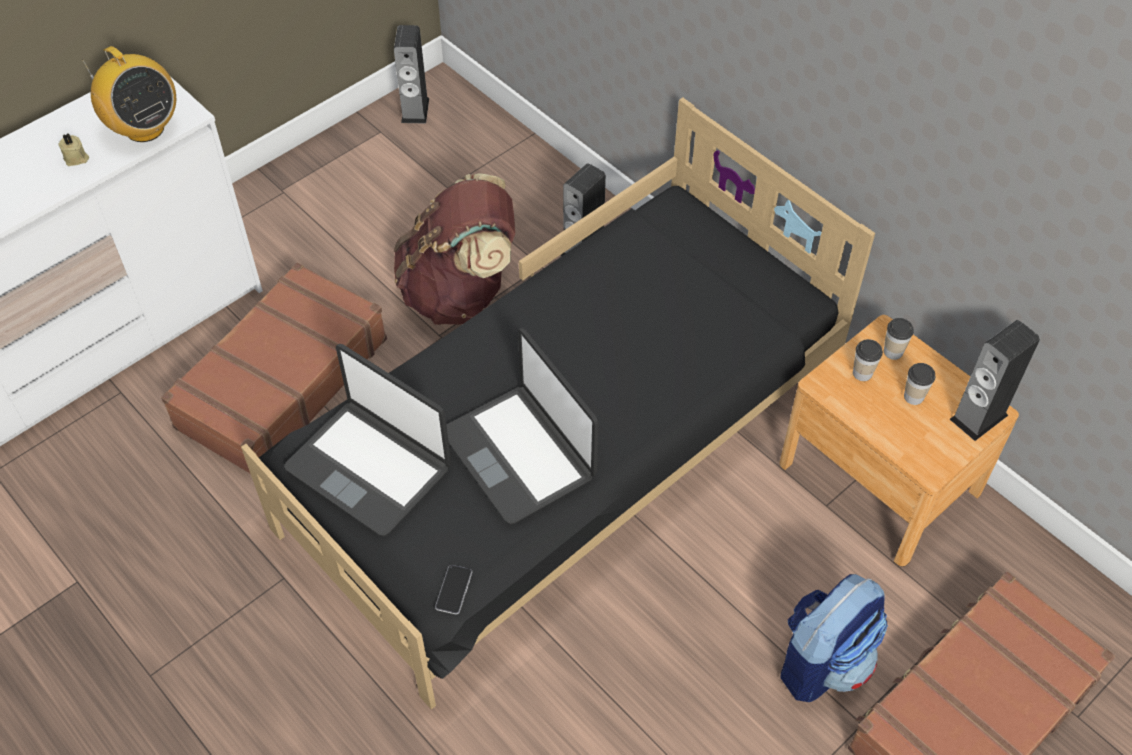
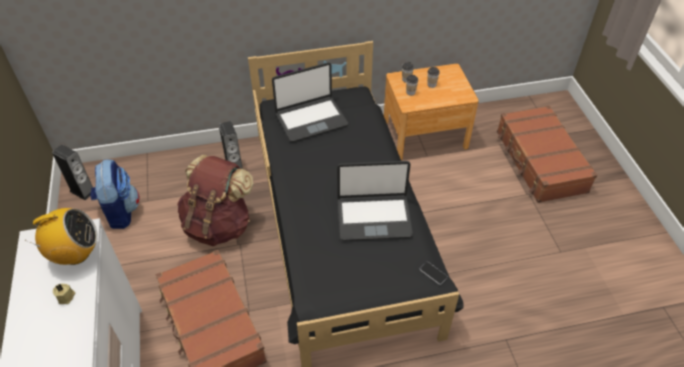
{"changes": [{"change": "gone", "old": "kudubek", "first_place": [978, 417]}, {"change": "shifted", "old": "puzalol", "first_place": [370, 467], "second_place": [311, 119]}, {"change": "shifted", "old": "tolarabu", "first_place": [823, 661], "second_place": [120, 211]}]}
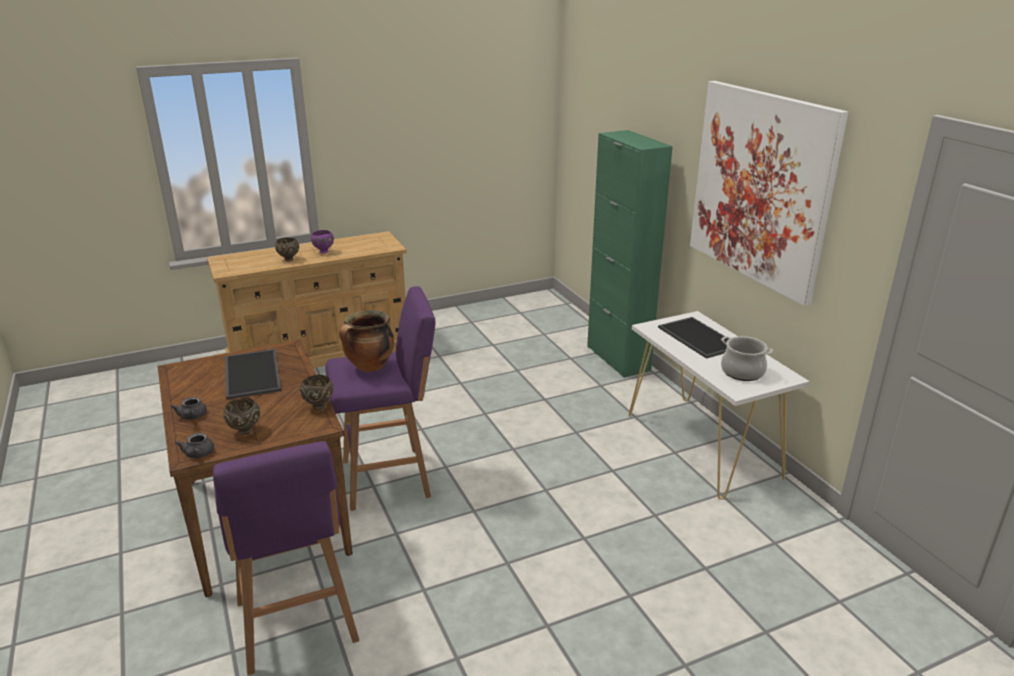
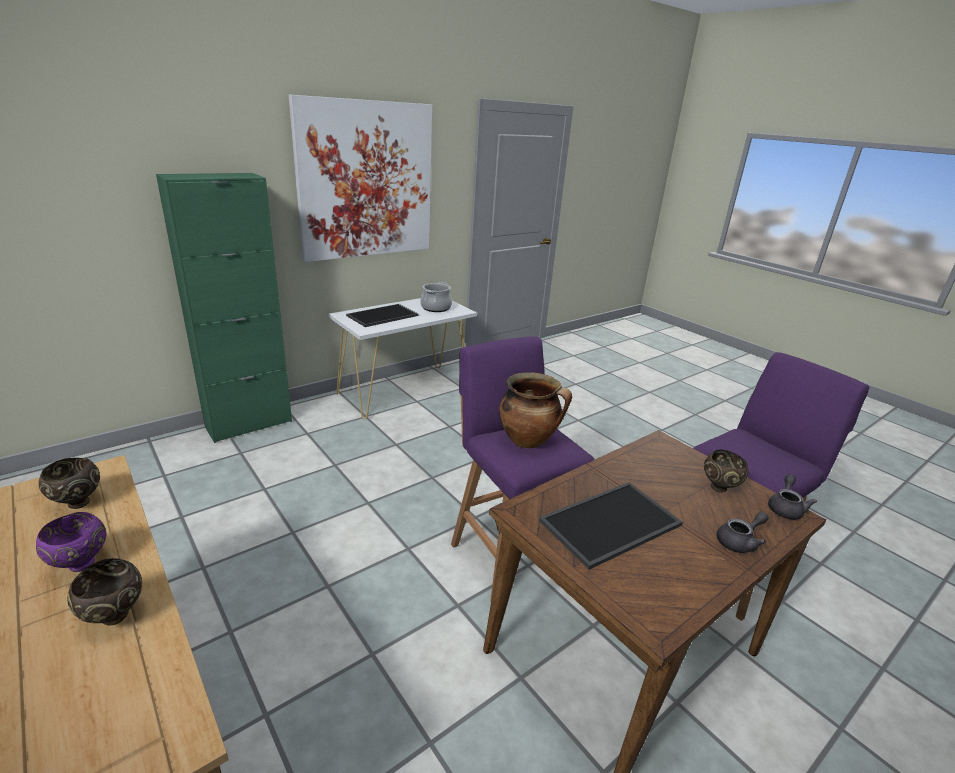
{"changes": [{"change": "shifted", "old": "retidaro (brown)", "first_place": [319, 406], "second_place": [77, 503]}, {"change": "rotated", "old": "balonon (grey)", "first_place": [197, 455], "second_place": [785, 508], "degrees": -45}]}
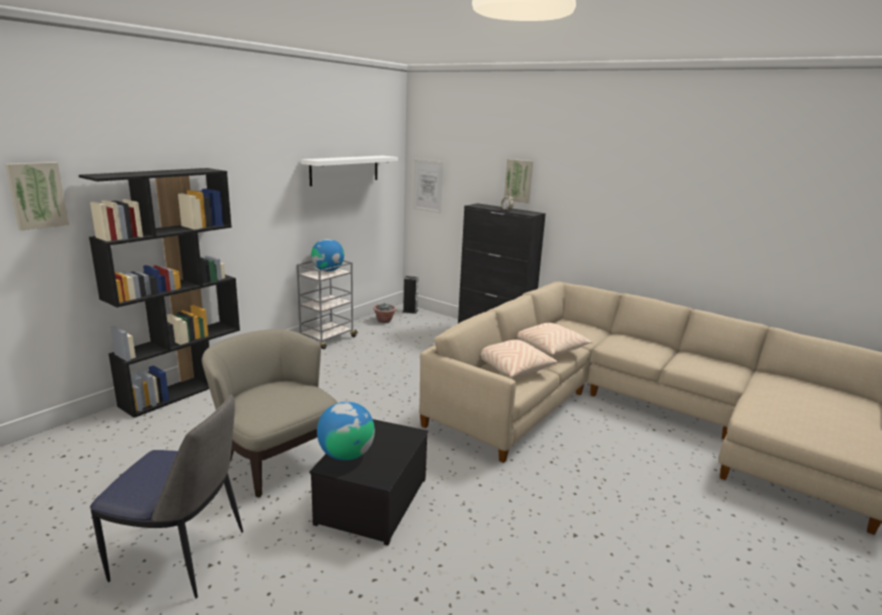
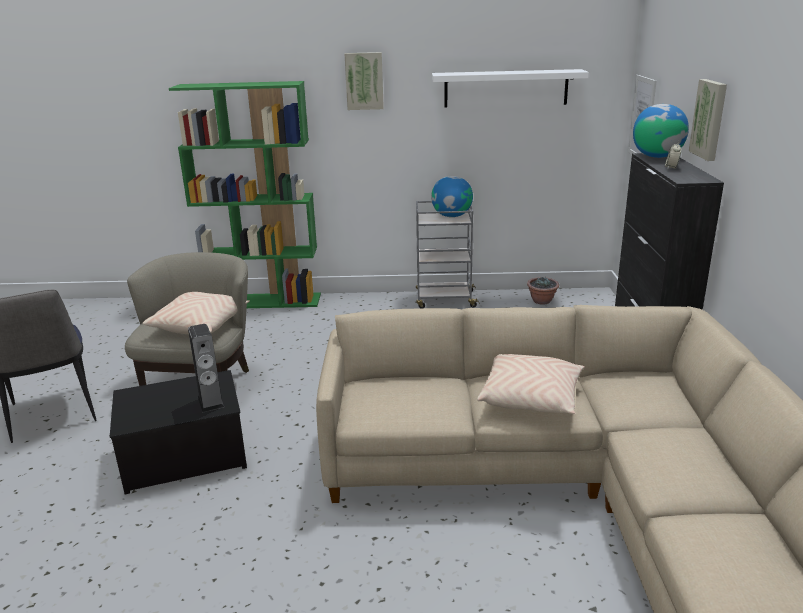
{"changes": [{"change": "shifted", "old": "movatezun", "first_place": [37, 195], "second_place": [364, 81]}, {"change": "shifted", "old": "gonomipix", "first_place": [346, 454], "second_place": [657, 157]}, {"change": "shifted", "old": "kudubek", "first_place": [410, 311], "second_place": [210, 402]}, {"change": "shifted", "old": "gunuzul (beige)", "first_place": [512, 368], "second_place": [200, 325]}, {"change": "repainted", "old": "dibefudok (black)", "new": "dibefudok (green)", "first_place": [184, 389], "second_place": [263, 301]}]}
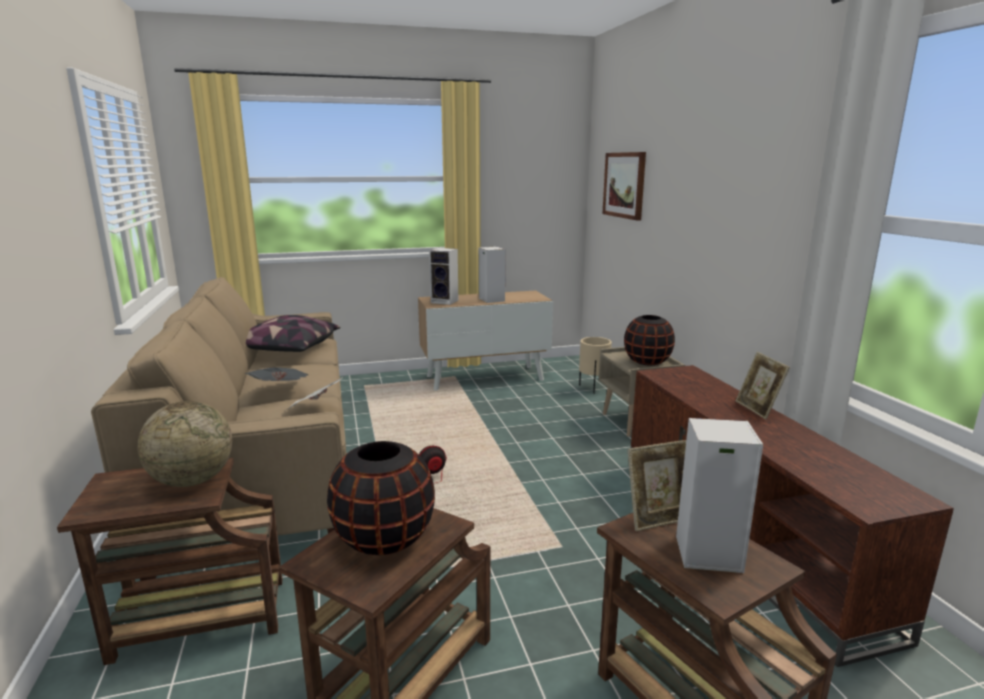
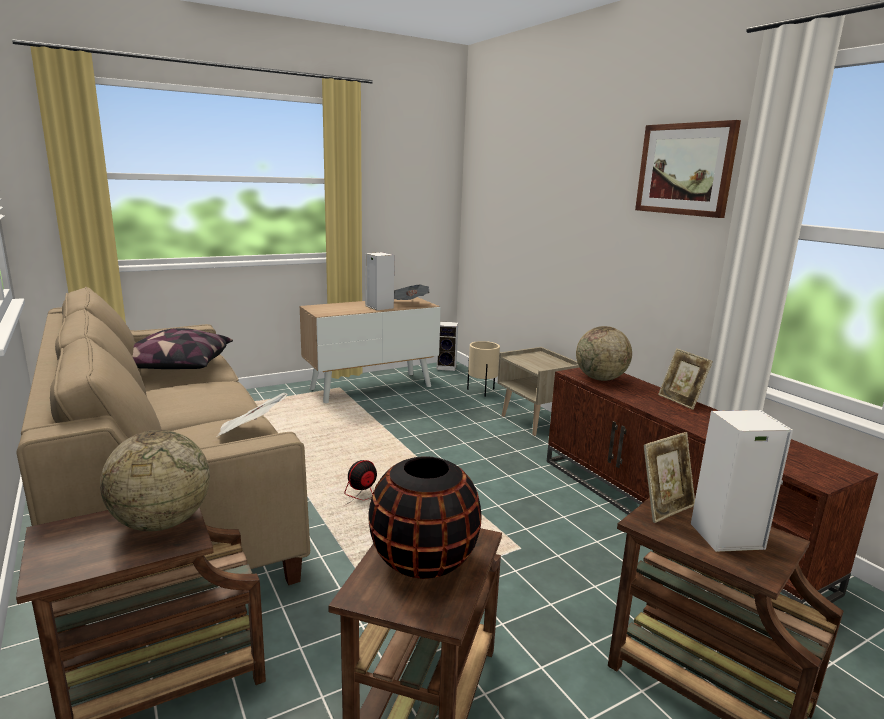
{"changes": [{"change": "gone", "old": "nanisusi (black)", "first_place": [647, 362]}, {"change": "new", "new": "gonomipix", "second_place": [600, 379]}, {"change": "shifted", "old": "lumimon", "first_place": [280, 390], "second_place": [410, 304]}, {"change": "shifted", "old": "kudubek", "first_place": [445, 301], "second_place": [447, 367]}, {"change": "shifted", "old": "movatezun", "first_place": [624, 185], "second_place": [685, 169]}]}
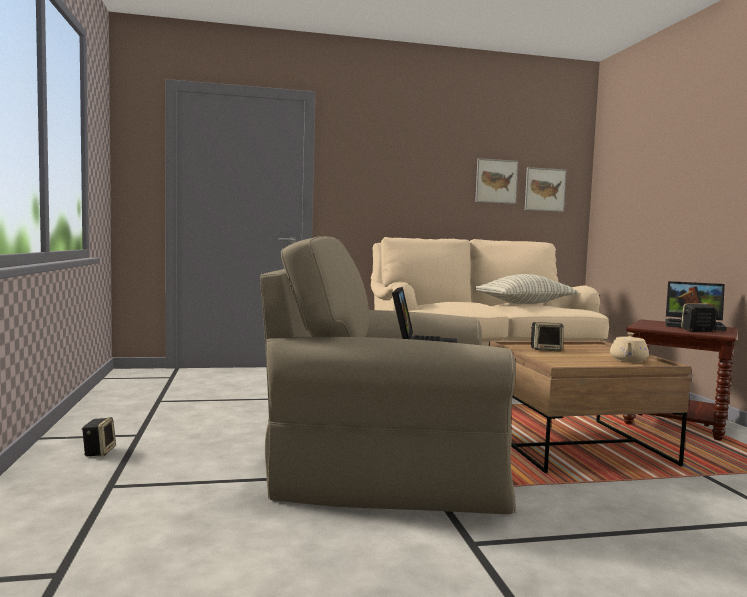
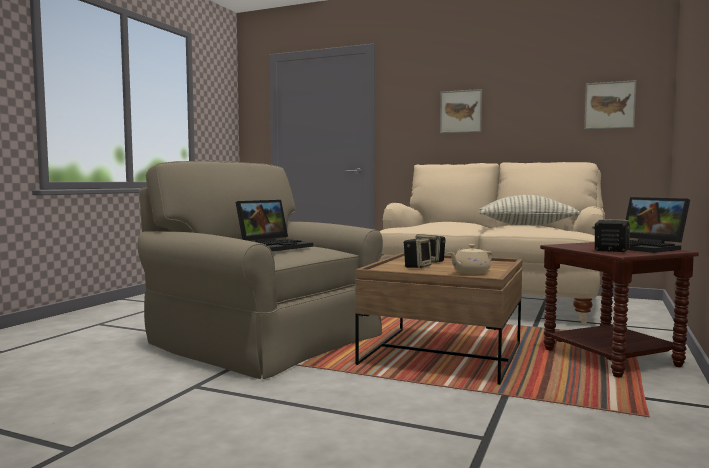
{"changes": [{"change": "shifted", "old": "kudubek", "first_place": [99, 452], "second_place": [417, 267]}, {"change": "shifted", "old": "movatezun", "first_place": [496, 181], "second_place": [461, 111]}]}
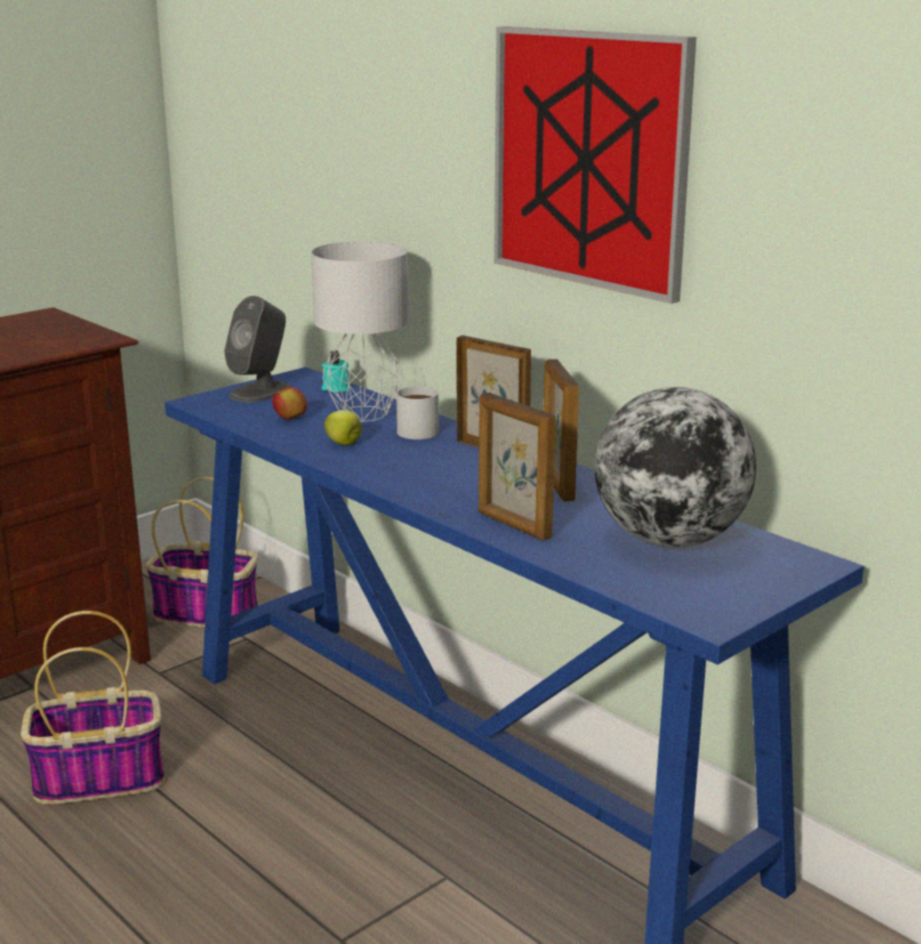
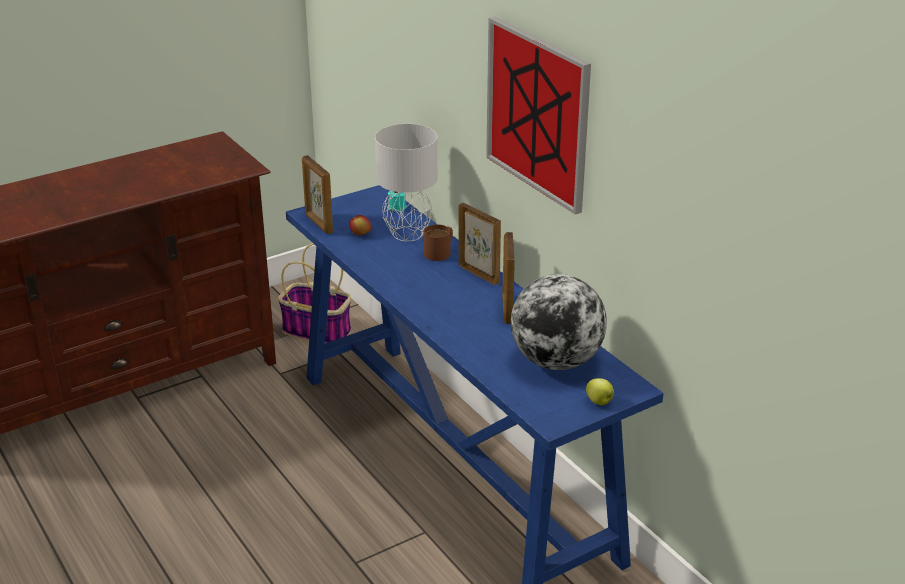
{"changes": [{"change": "gone", "old": "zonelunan", "first_place": [101, 778]}, {"change": "gone", "old": "kudubek (grey)", "first_place": [260, 392]}, {"change": "shifted", "old": "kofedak", "first_place": [344, 443], "second_place": [599, 402]}, {"change": "shifted", "old": "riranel", "first_place": [513, 525], "second_place": [318, 224]}, {"change": "repainted", "old": "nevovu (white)", "new": "nevovu (brown)", "first_place": [422, 429], "second_place": [440, 252]}]}
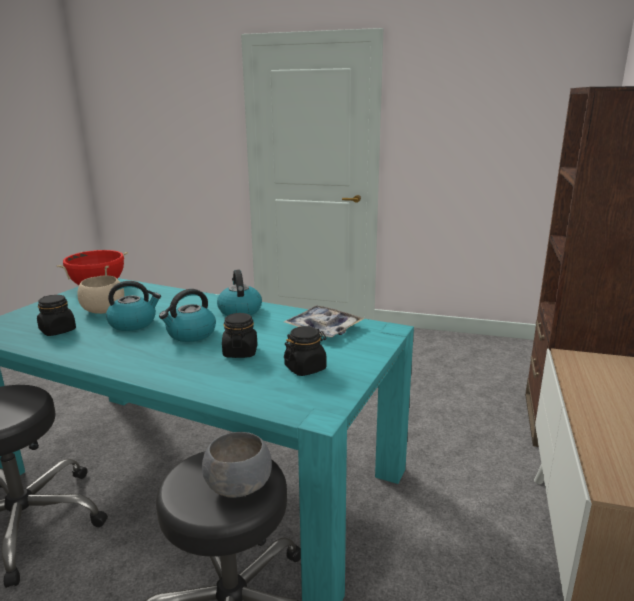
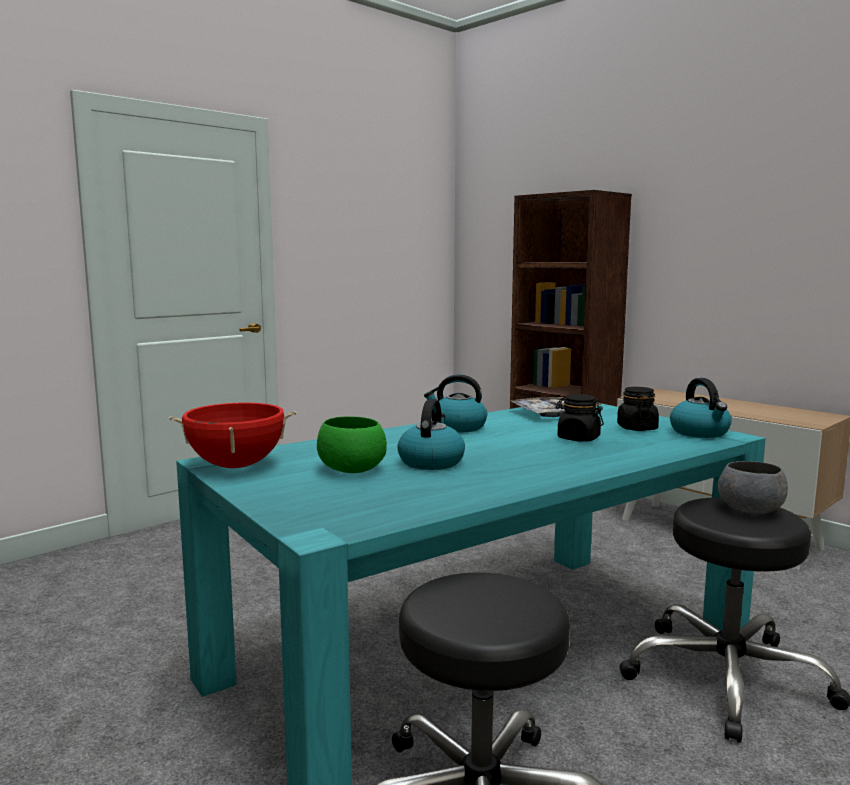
{"changes": [{"change": "gone", "old": "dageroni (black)", "first_place": [58, 330]}, {"change": "shifted", "old": "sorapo", "first_place": [191, 334], "second_place": [700, 432]}, {"change": "repainted", "old": "retidaro (beige)", "new": "retidaro (green)", "first_place": [103, 310], "second_place": [353, 470]}]}
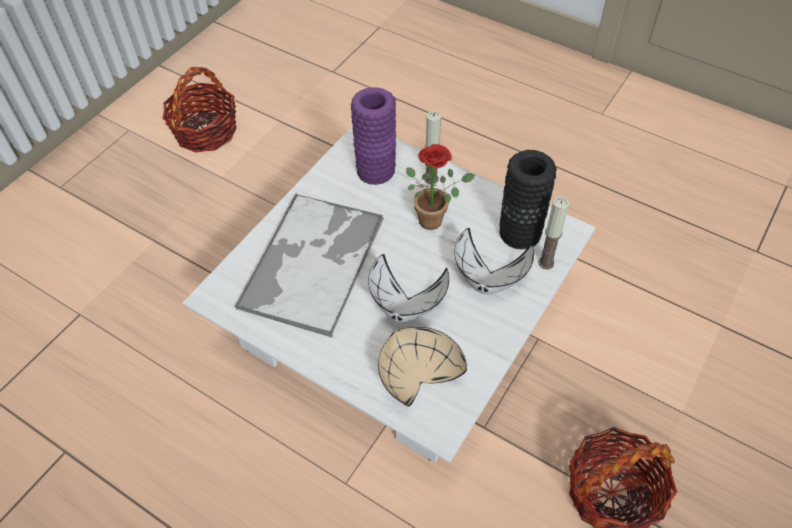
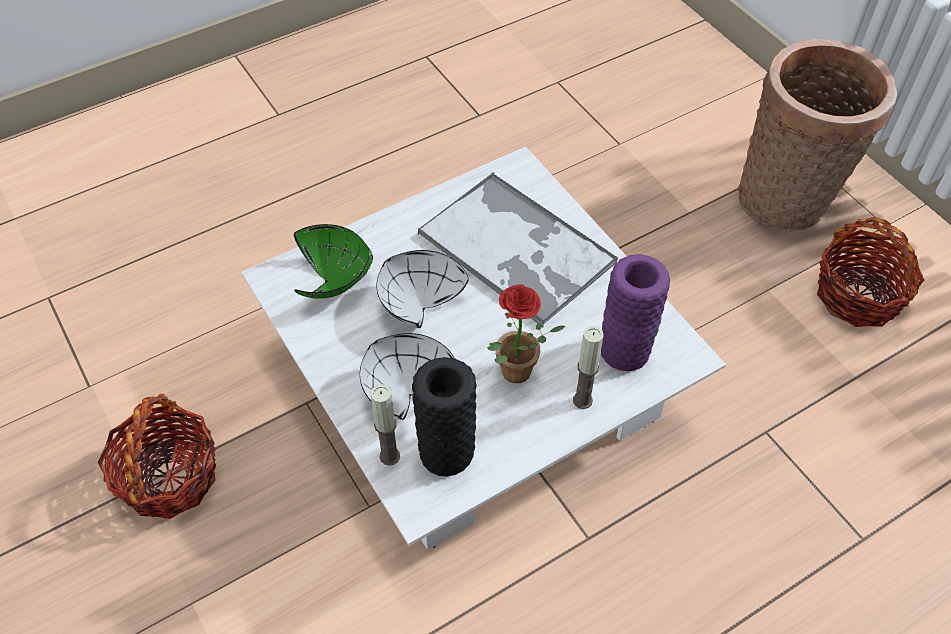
{"changes": [{"change": "new", "new": "zonelunan", "second_place": [788, 202]}, {"change": "repainted", "old": "retidaro (beige)", "new": "retidaro (green)", "first_place": [415, 376], "second_place": [336, 279]}]}
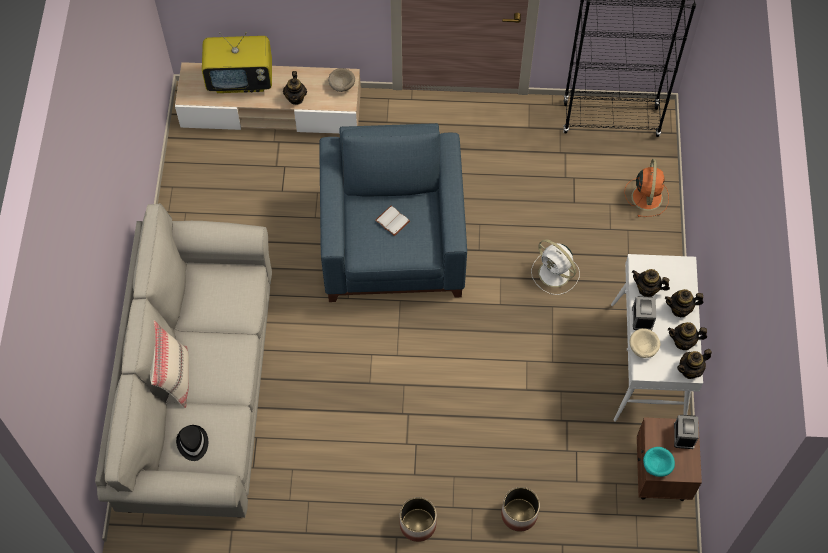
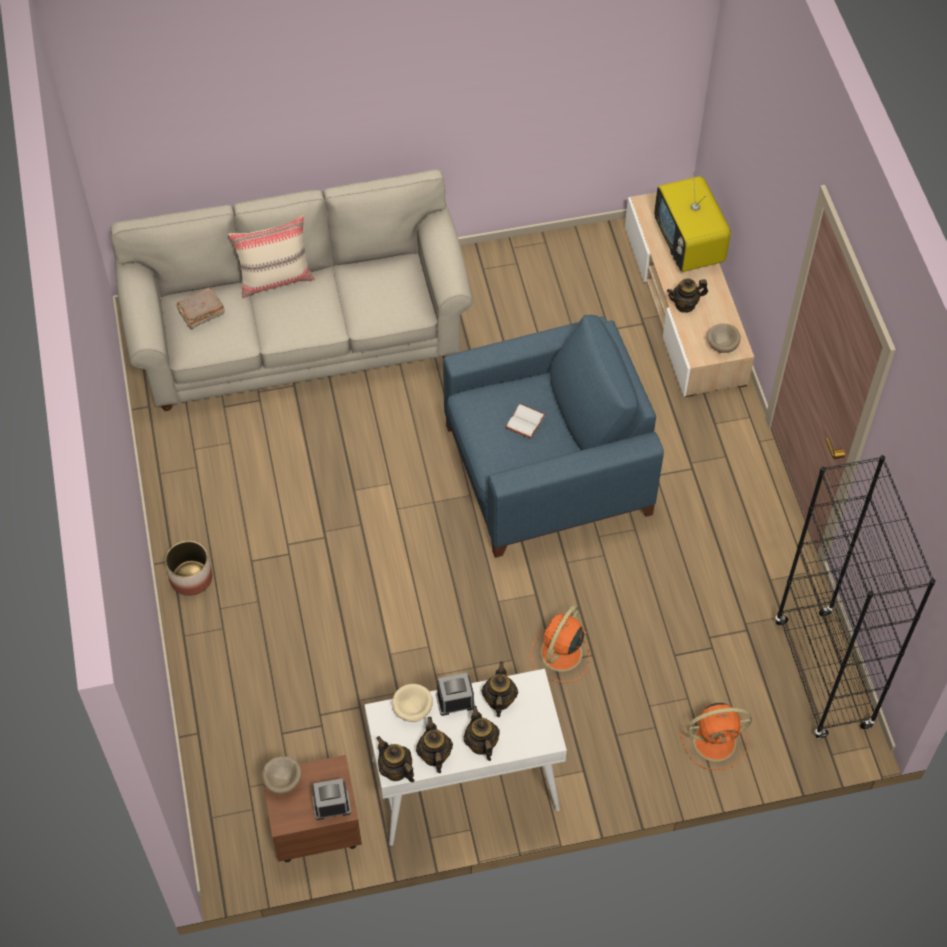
{"changes": [{"change": "gone", "old": "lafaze", "first_place": [519, 514]}, {"change": "swapped", "old": "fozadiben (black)", "new": "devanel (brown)", "first_place": [192, 443], "second_place": [201, 313]}, {"change": "repainted", "old": "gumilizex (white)", "new": "gumilizex (orange)", "first_place": [555, 274], "second_place": [560, 654]}, {"change": "repainted", "old": "retidaro (turquoise)", "new": "retidaro (beige)", "first_place": [656, 465], "second_place": [283, 780]}]}
